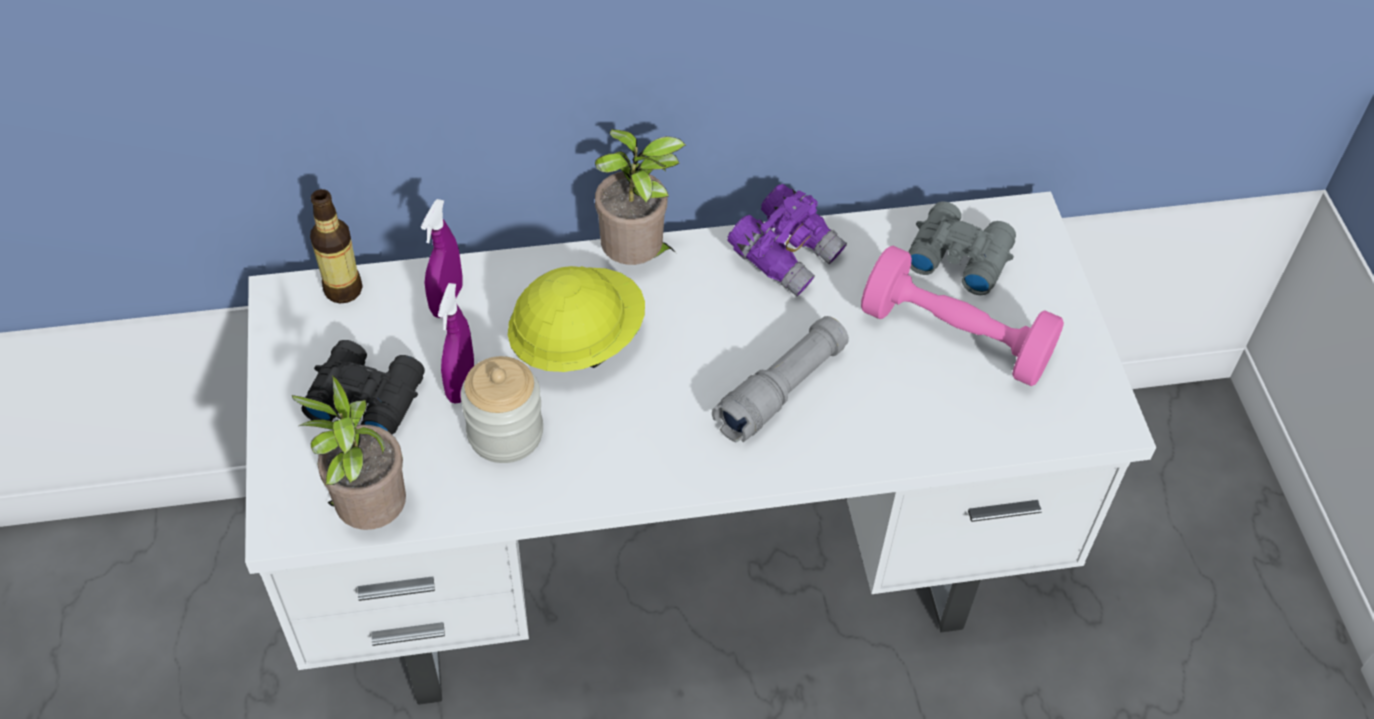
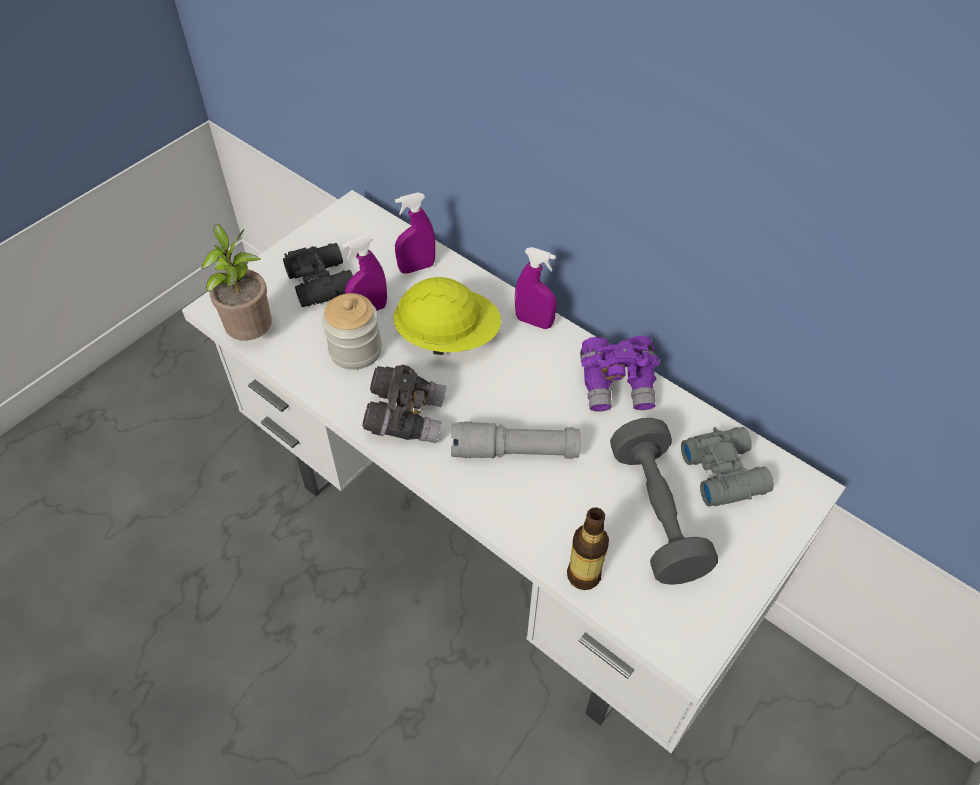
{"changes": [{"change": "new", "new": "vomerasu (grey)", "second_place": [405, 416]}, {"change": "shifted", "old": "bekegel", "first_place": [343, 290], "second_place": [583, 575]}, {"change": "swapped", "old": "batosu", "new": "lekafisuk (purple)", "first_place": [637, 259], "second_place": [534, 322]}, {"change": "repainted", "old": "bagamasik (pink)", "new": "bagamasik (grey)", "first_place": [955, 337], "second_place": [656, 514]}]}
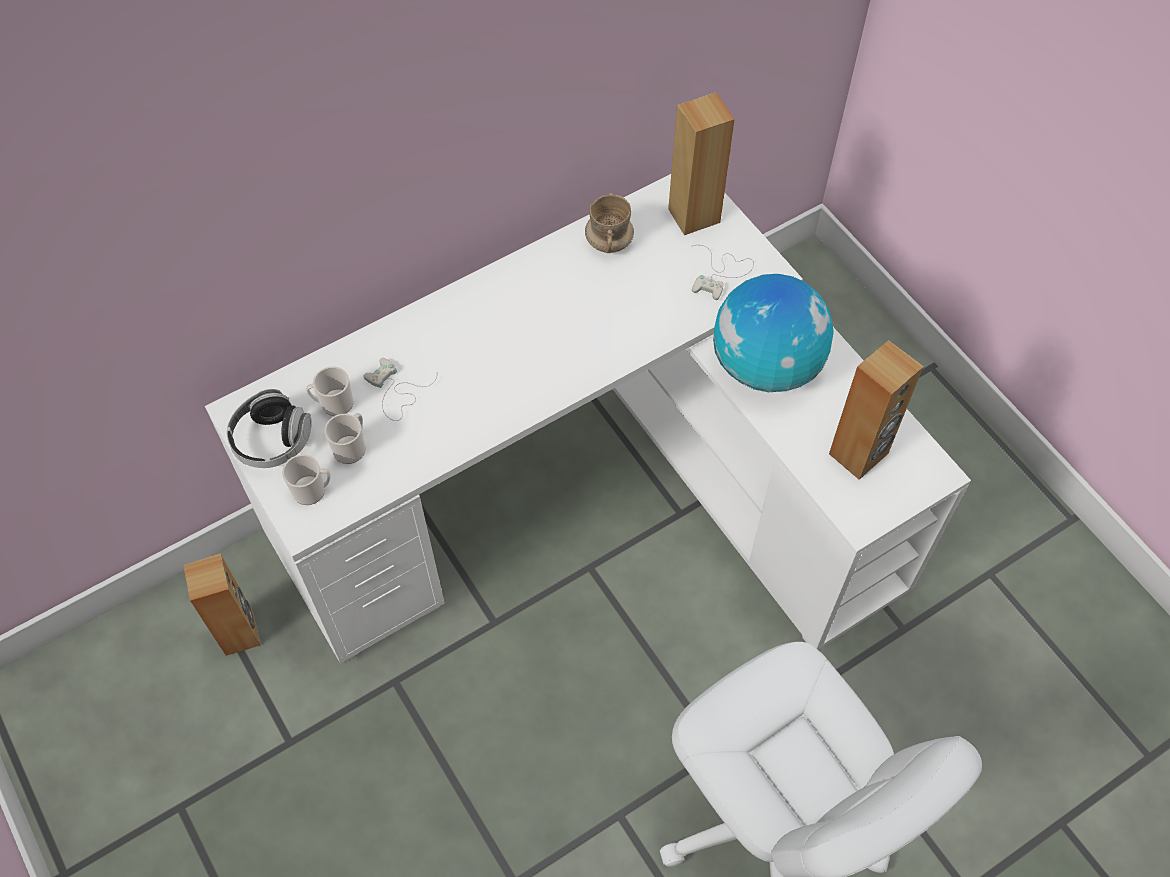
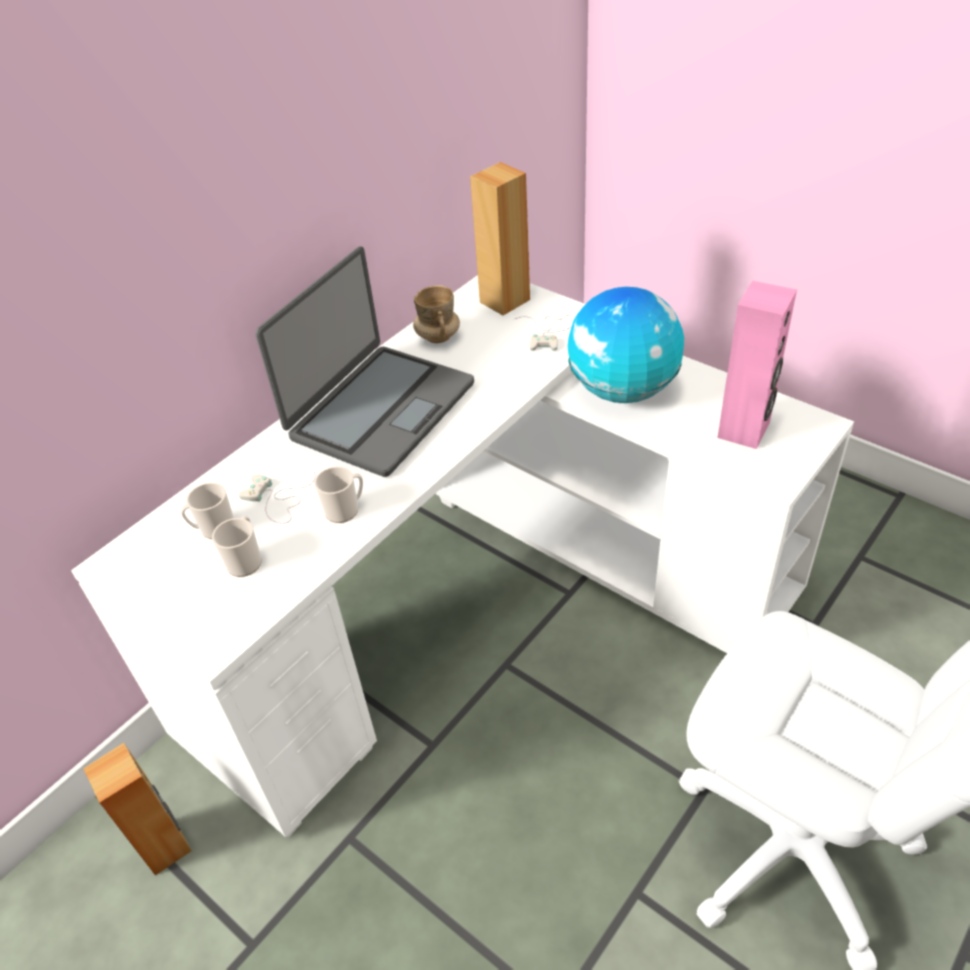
{"changes": [{"change": "gone", "old": "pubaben", "first_place": [272, 440]}, {"change": "new", "new": "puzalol", "second_place": [380, 410]}, {"change": "shifted", "old": "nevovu", "first_place": [313, 490], "second_place": [345, 509]}, {"change": "repainted", "old": "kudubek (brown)", "new": "kudubek (pink)", "first_place": [859, 454], "second_place": [744, 430]}]}
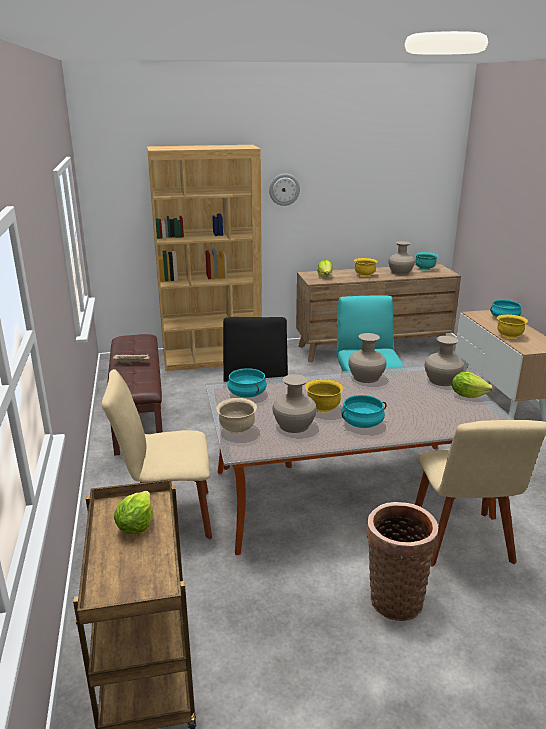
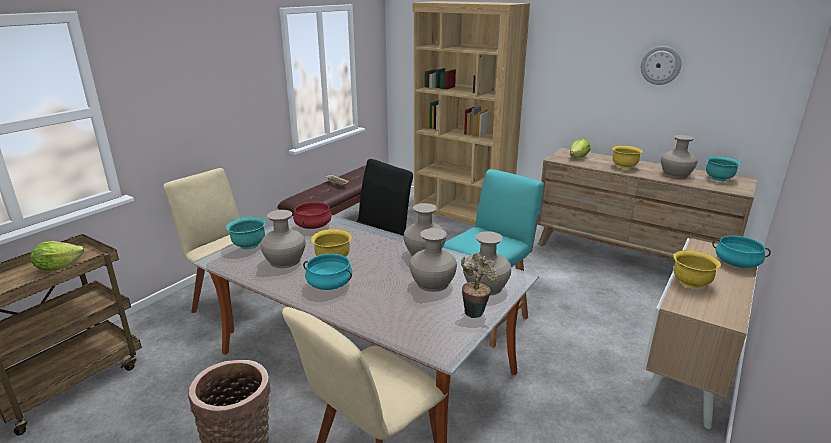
{"changes": [{"change": "new", "new": "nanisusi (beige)", "second_place": [432, 283]}, {"change": "shifted", "old": "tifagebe", "first_place": [284, 189], "second_place": [660, 65]}, {"change": "swapped", "old": "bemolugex", "new": "batosu", "first_place": [467, 395], "second_place": [475, 311]}, {"change": "repainted", "old": "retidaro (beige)", "new": "retidaro (turquoise)", "first_place": [237, 429], "second_place": [249, 245]}, {"change": "repainted", "old": "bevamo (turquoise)", "new": "bevamo (red)", "first_place": [246, 394], "second_place": [313, 225]}]}
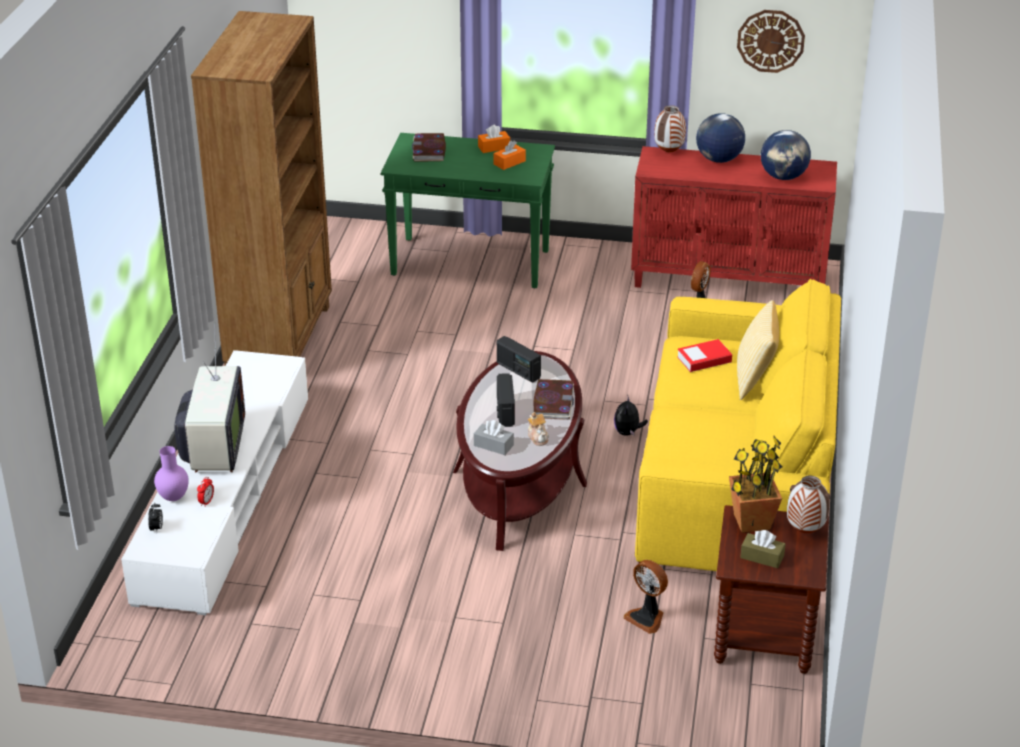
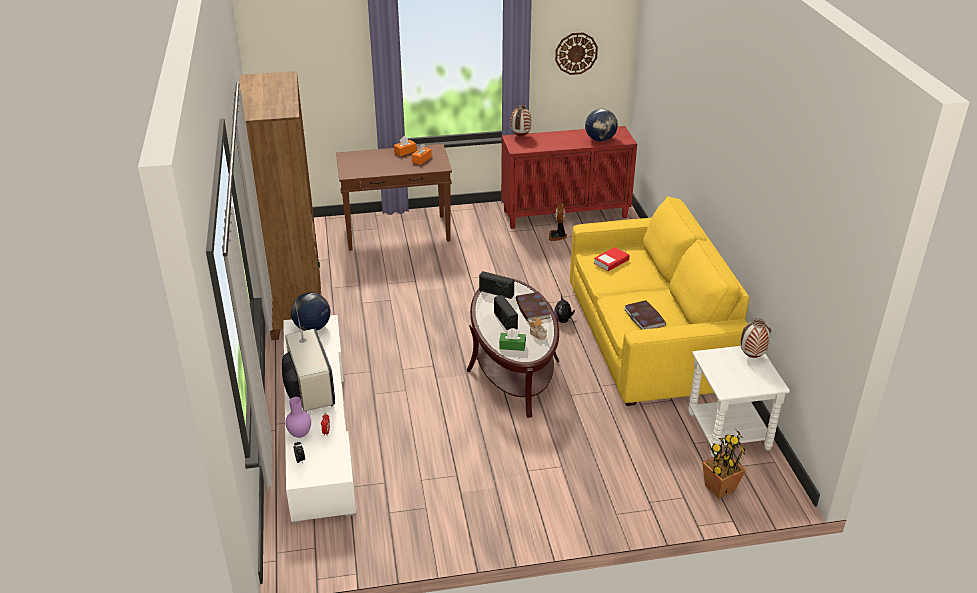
{"changes": [{"change": "gone", "old": "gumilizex", "first_place": [647, 618]}, {"change": "gone", "old": "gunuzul", "first_place": [755, 379]}, {"change": "gone", "old": "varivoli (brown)", "first_place": [762, 557]}, {"change": "shifted", "old": "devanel", "first_place": [429, 150], "second_place": [644, 318]}, {"change": "shifted", "old": "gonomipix", "first_place": [718, 159], "second_place": [312, 327]}, {"change": "shifted", "old": "batosu", "first_place": [751, 522], "second_place": [719, 488]}, {"change": "repainted", "old": "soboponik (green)", "new": "soboponik (brown)", "first_place": [472, 263], "second_place": [398, 233]}, {"change": "repainted", "old": "varivoli (grey)", "new": "varivoli (green)", "first_place": [493, 445], "second_place": [512, 346]}, {"change": "repainted", "old": "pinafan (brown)", "new": "pinafan (white)", "first_place": [765, 635], "second_place": [729, 431]}]}
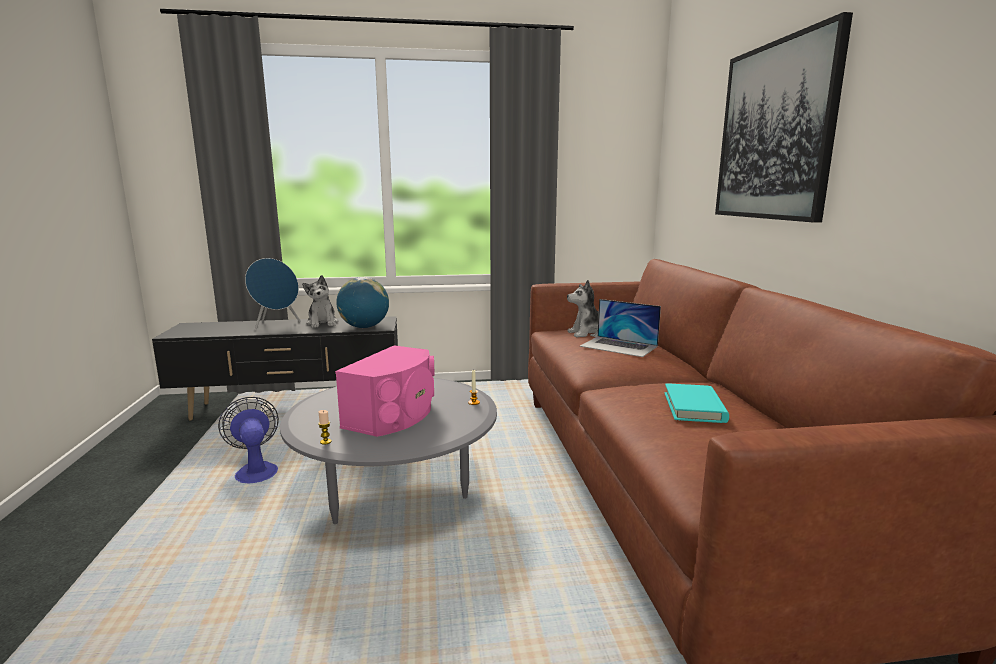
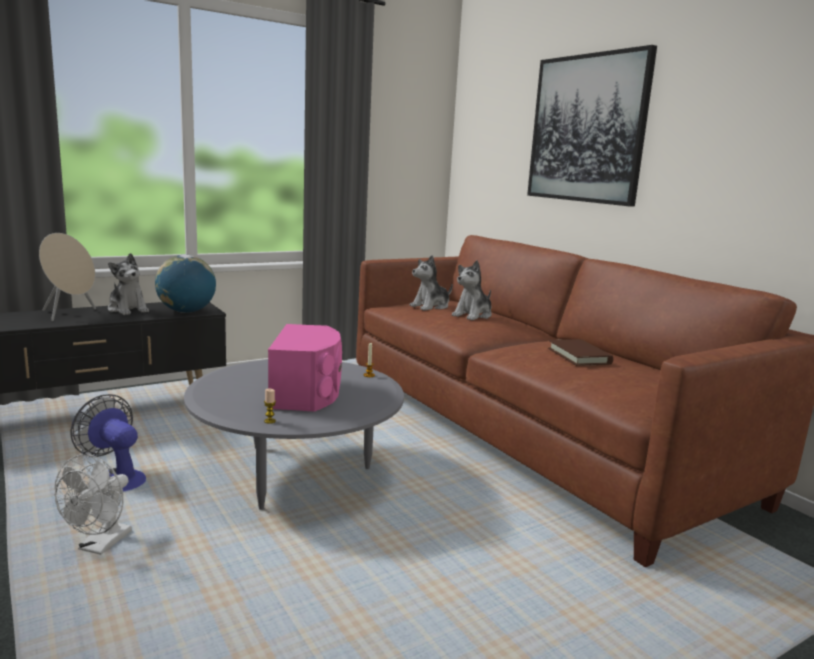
{"changes": [{"change": "new", "new": "gumilizex (white)", "second_place": [100, 546]}, {"change": "swapped", "old": "puzalol", "new": "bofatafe", "first_place": [619, 346], "second_place": [473, 315]}, {"change": "repainted", "old": "kudubek (blue)", "new": "kudubek (beige)", "first_place": [275, 325], "second_place": [69, 314]}, {"change": "repainted", "old": "devanel (turquoise)", "new": "devanel (brown)", "first_place": [694, 407], "second_place": [579, 356]}]}
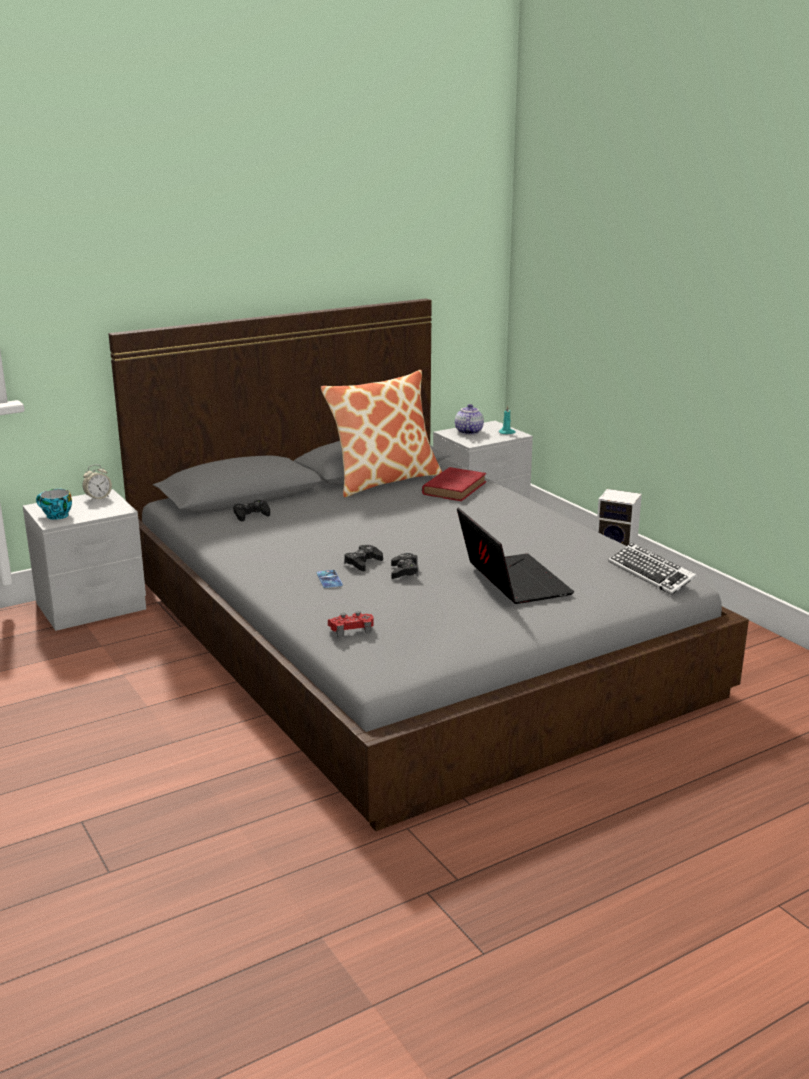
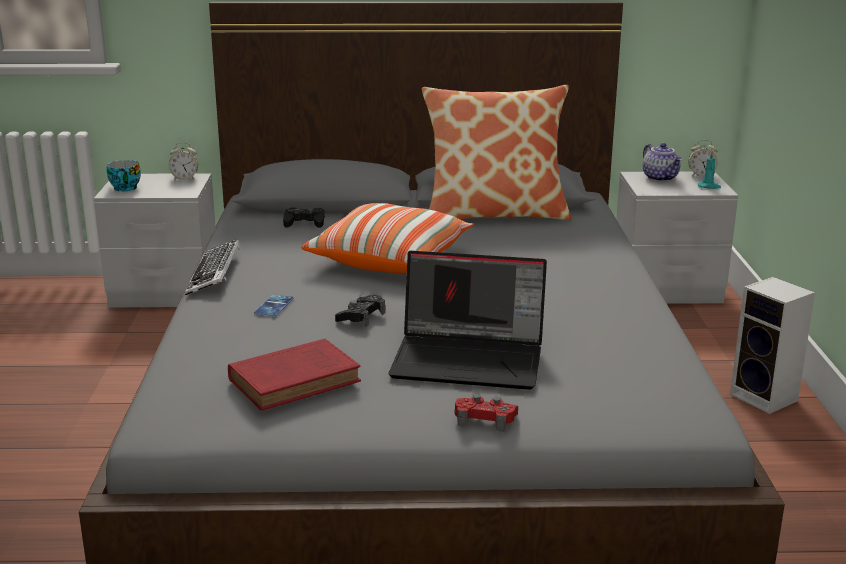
{"changes": [{"change": "gone", "old": "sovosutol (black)", "first_place": [363, 563]}, {"change": "new", "new": "gunuzul", "second_place": [390, 259]}, {"change": "new", "new": "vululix", "second_place": [701, 175]}, {"change": "shifted", "old": "sovosutol (red)", "first_place": [351, 629], "second_place": [485, 419]}, {"change": "shifted", "old": "devanel (red)", "first_place": [455, 488], "second_place": [297, 380]}, {"change": "shifted", "old": "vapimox", "first_place": [651, 574], "second_place": [214, 274]}, {"change": "rotated", "old": "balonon", "first_place": [468, 432], "second_place": [661, 178], "degrees": 120}, {"change": "rotated", "old": "puzalol", "first_place": [511, 581], "second_place": [470, 359], "degrees": 90}]}
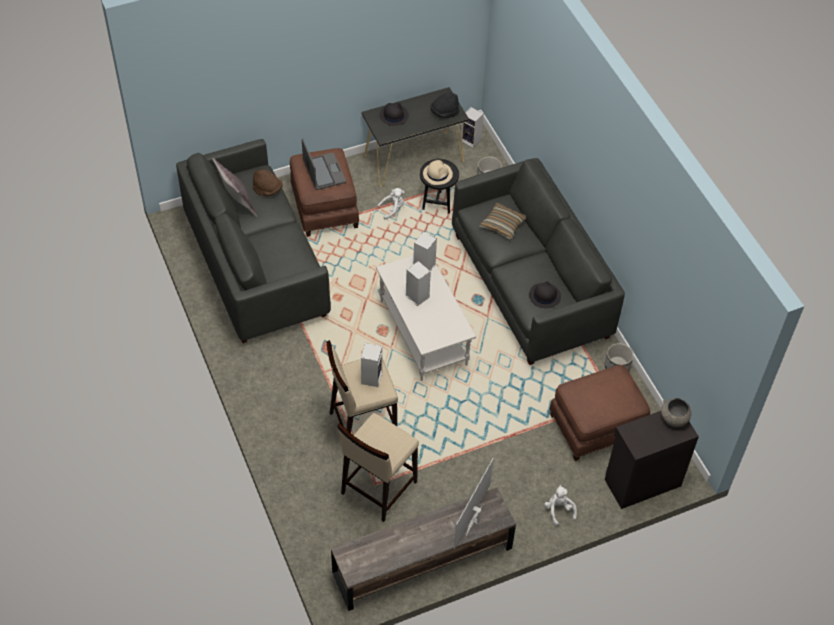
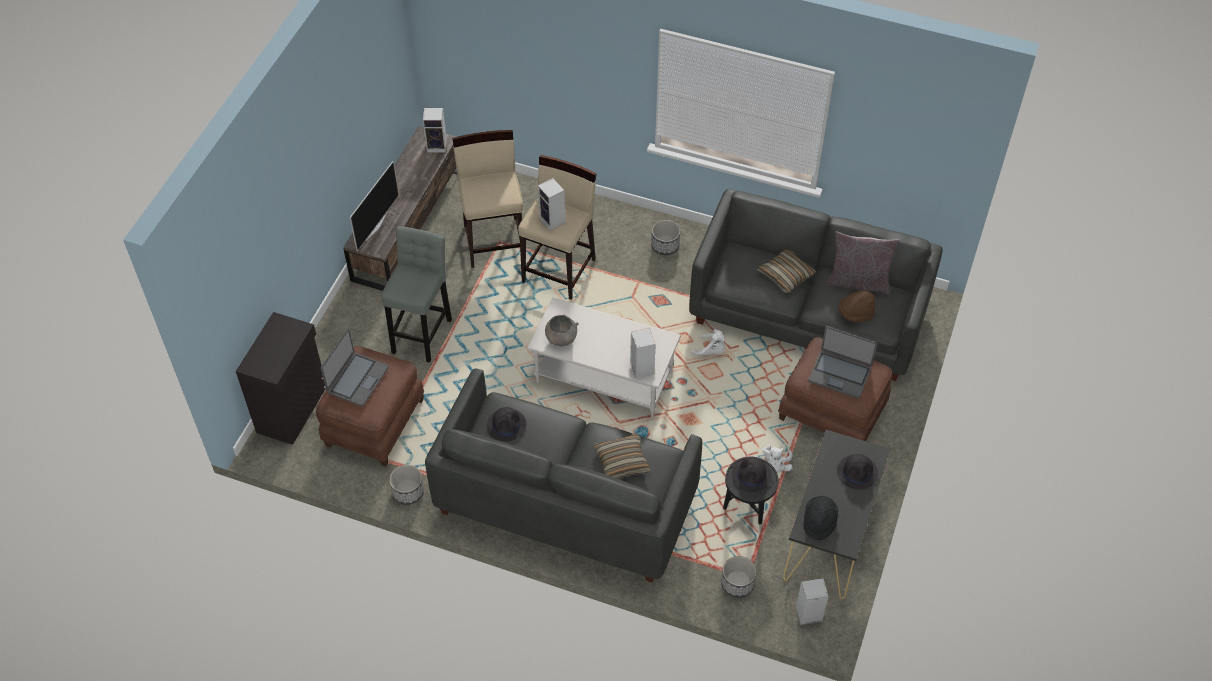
{"changes": [{"change": "new", "new": "puzalol", "second_place": [357, 380]}, {"change": "new", "new": "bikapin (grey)", "second_place": [423, 332]}, {"change": "new", "new": "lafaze", "second_place": [665, 245]}, {"change": "new", "new": "gunuzul", "second_place": [786, 275]}, {"change": "shifted", "old": "kudubek", "first_place": [416, 296], "second_place": [438, 146]}, {"change": "shifted", "old": "bofatafe (white)", "first_place": [559, 510], "second_place": [711, 351]}, {"change": "shifted", "old": "retidaro (grey)", "first_place": [673, 420], "second_place": [561, 339]}, {"change": "repainted", "old": "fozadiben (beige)", "new": "fozadiben (black)", "first_place": [437, 174], "second_place": [751, 476]}, {"change": "rotated", "old": "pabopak", "first_place": [475, 521], "second_place": [375, 226], "degrees": 45}]}
